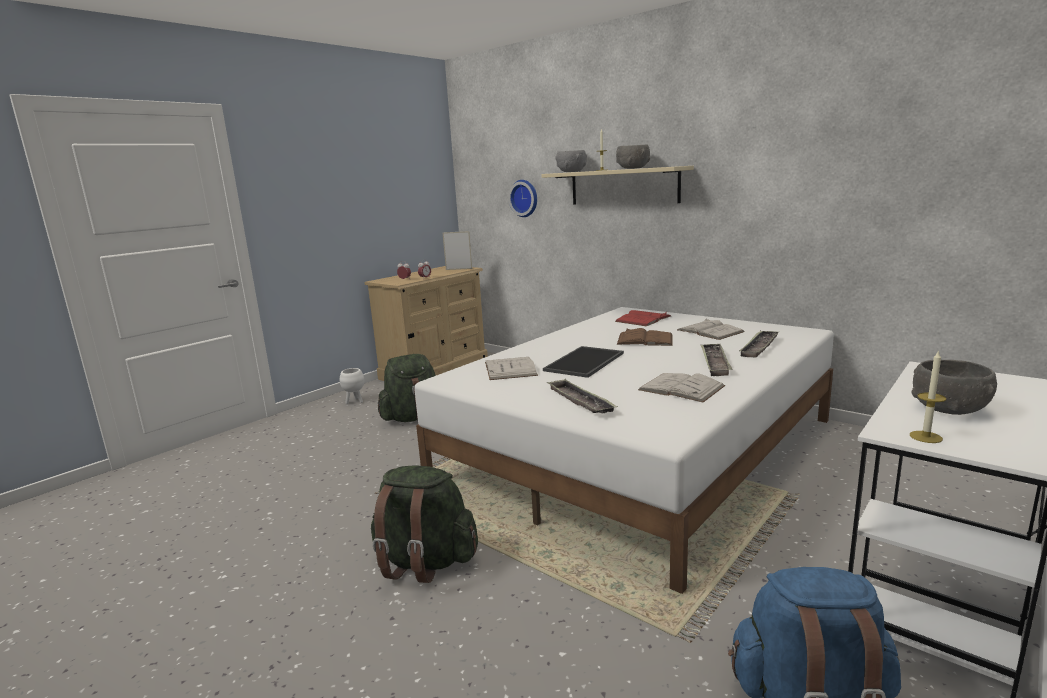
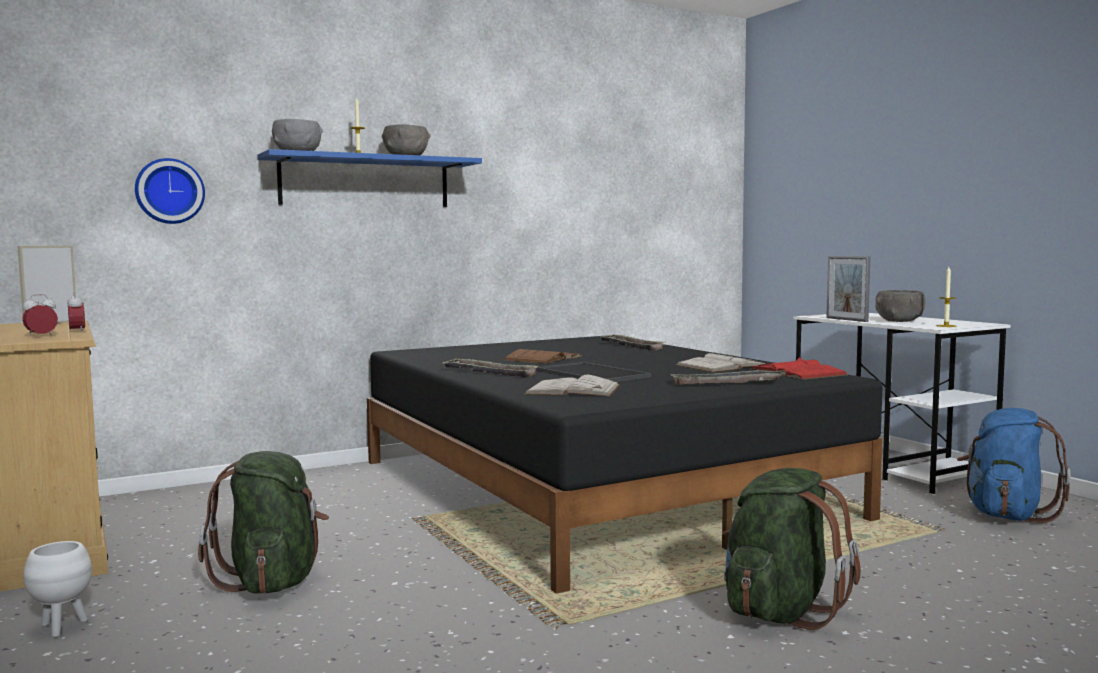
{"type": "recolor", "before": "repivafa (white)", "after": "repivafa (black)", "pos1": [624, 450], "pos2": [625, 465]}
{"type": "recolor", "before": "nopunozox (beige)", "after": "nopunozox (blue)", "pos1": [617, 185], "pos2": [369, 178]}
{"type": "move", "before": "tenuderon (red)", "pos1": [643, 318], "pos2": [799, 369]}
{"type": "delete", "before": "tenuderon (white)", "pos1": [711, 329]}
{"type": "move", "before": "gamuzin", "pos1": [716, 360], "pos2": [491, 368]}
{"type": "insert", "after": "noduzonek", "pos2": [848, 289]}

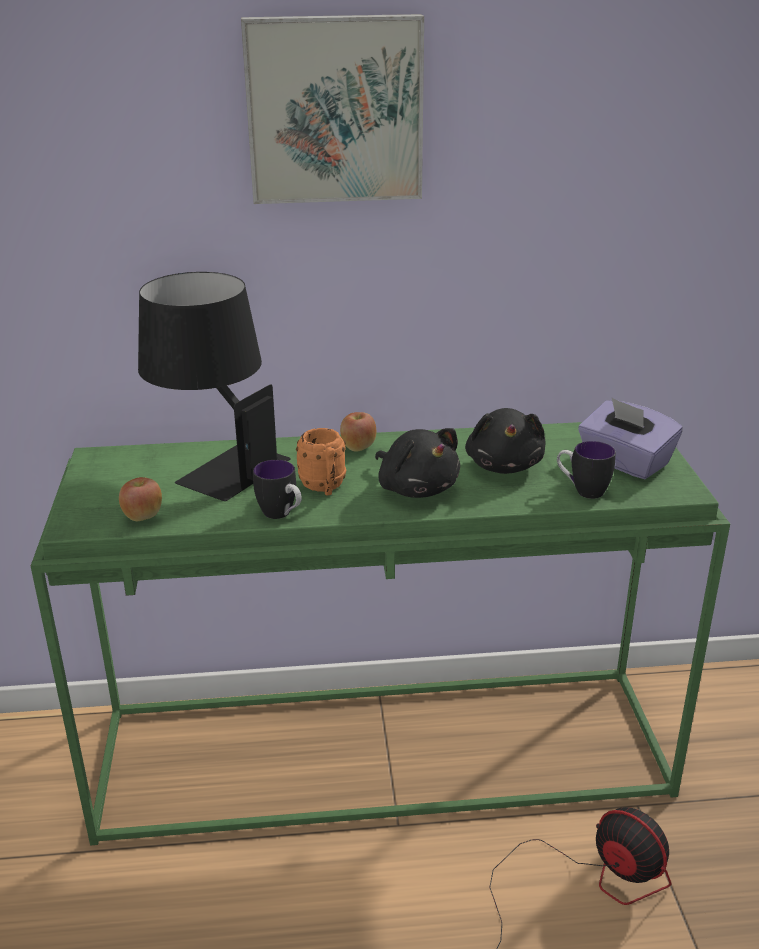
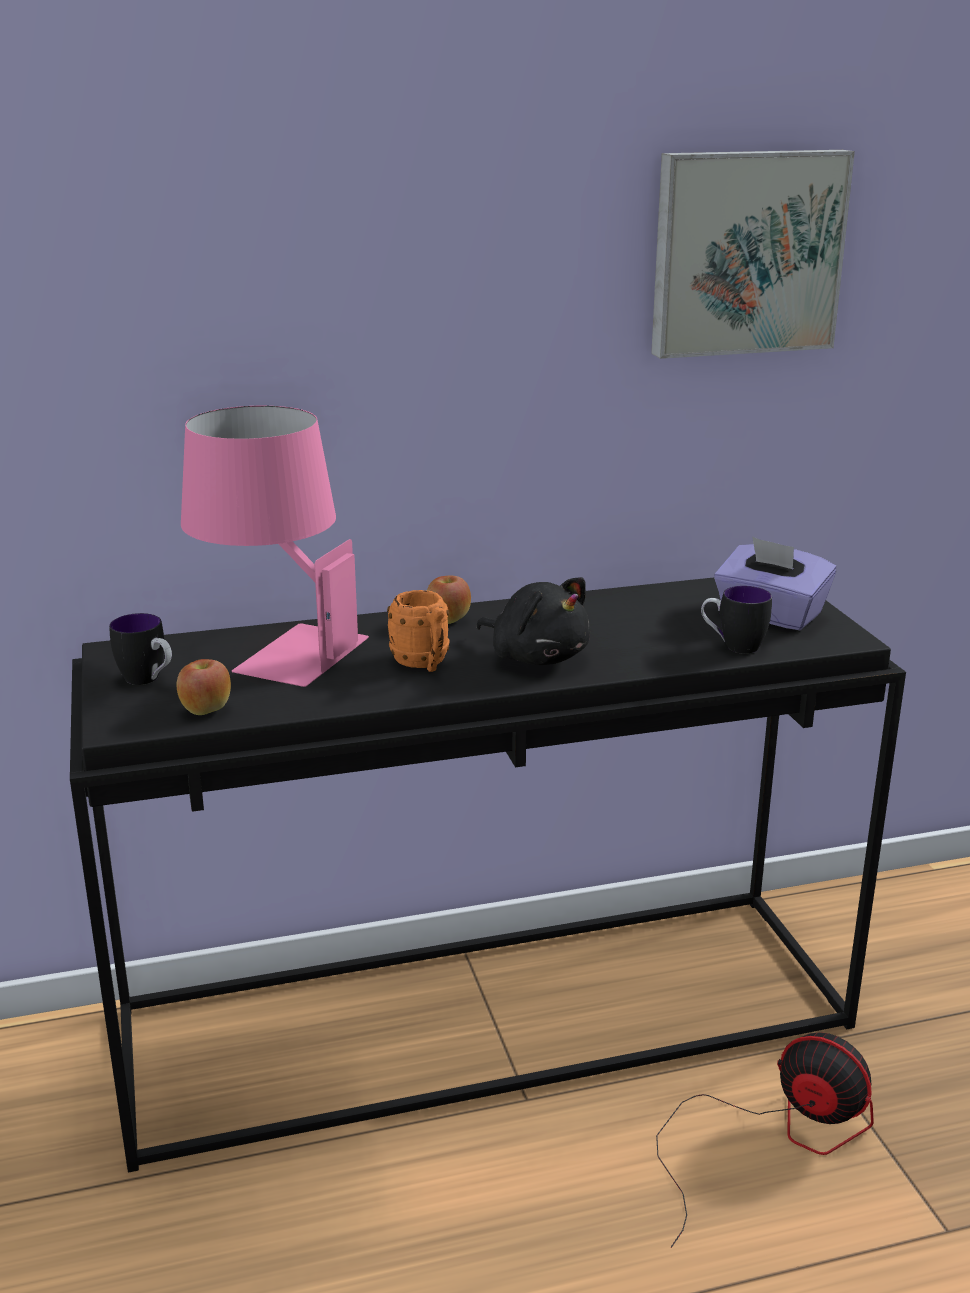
{"type": "recolor", "before": "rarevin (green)", "after": "rarevin (black)", "pos1": [380, 633], "pos2": [488, 875]}
{"type": "recolor", "before": "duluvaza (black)", "after": "duluvaza (pink)", "pos1": [214, 386], "pos2": [275, 546]}
{"type": "move", "before": "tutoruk", "pos1": [332, 109], "pos2": [753, 254]}
{"type": "move", "before": "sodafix", "pos1": [277, 489], "pos2": [140, 649]}
{"type": "delete", "before": "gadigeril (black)", "pos1": [505, 441]}

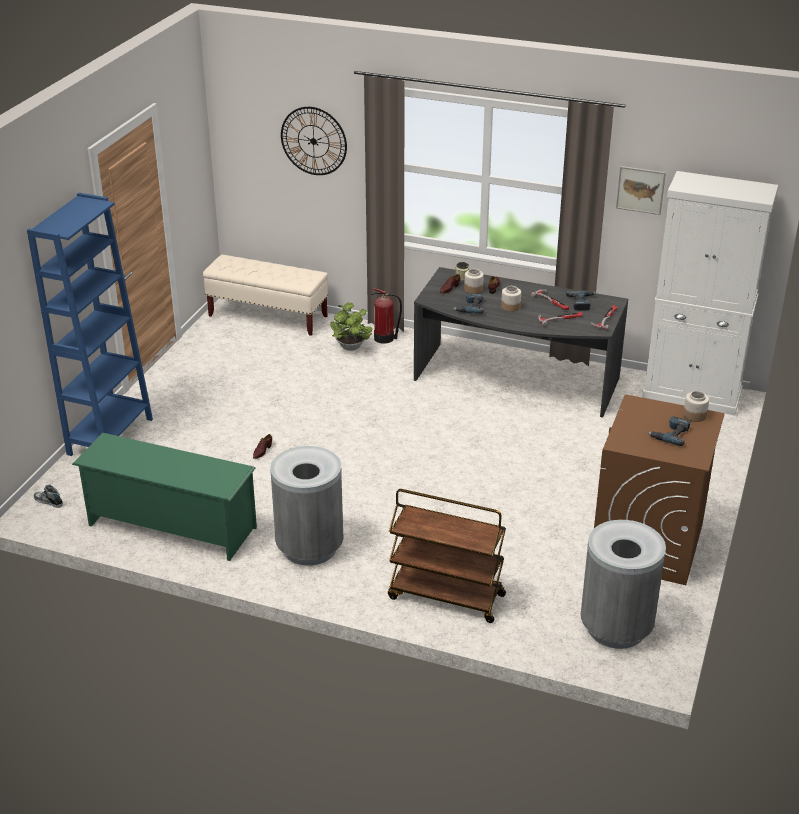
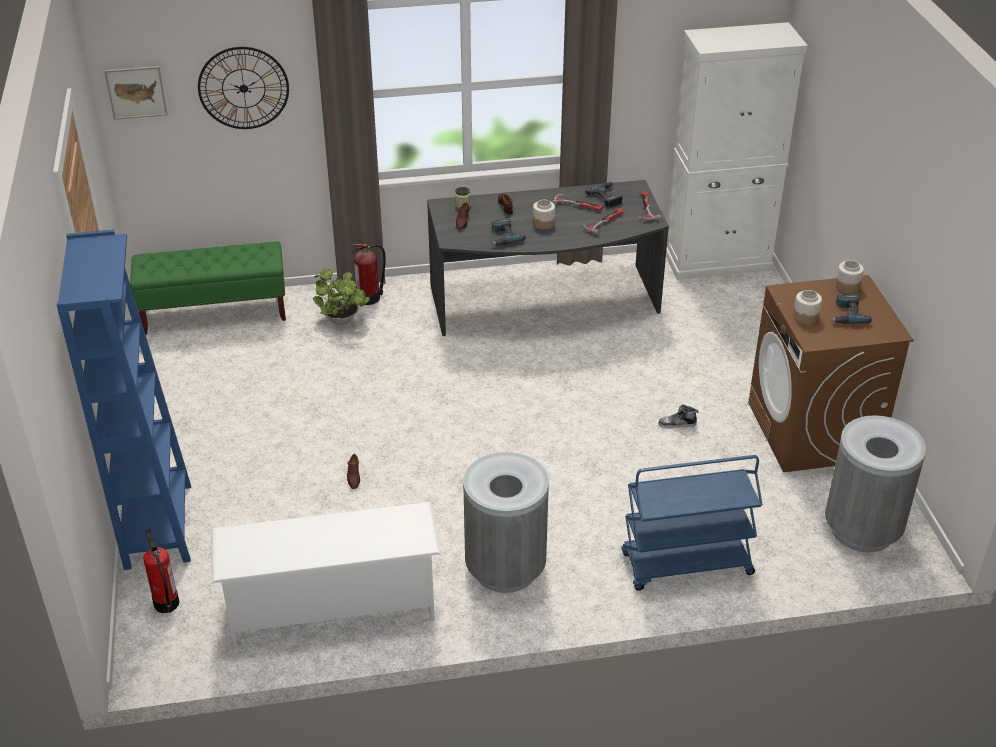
{"type": "move", "before": "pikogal", "pos1": [48, 496], "pos2": [678, 416]}
{"type": "recolor", "before": "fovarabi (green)", "after": "fovarabi (white)", "pos1": [164, 497], "pos2": [326, 574]}
{"type": "recolor", "before": "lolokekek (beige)", "after": "lolokekek (green)", "pos1": [265, 295], "pos2": [208, 288]}
{"type": "recolor", "before": "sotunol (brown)", "after": "sotunol (blue)", "pos1": [447, 556], "pos2": [691, 523]}
{"type": "move", "before": "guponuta", "pos1": [474, 281], "pos2": [807, 307]}
{"type": "move", "before": "tutoruk", "pos1": [641, 190], "pos2": [136, 93]}
{"type": "insert", "after": "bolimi", "pos2": [161, 571]}

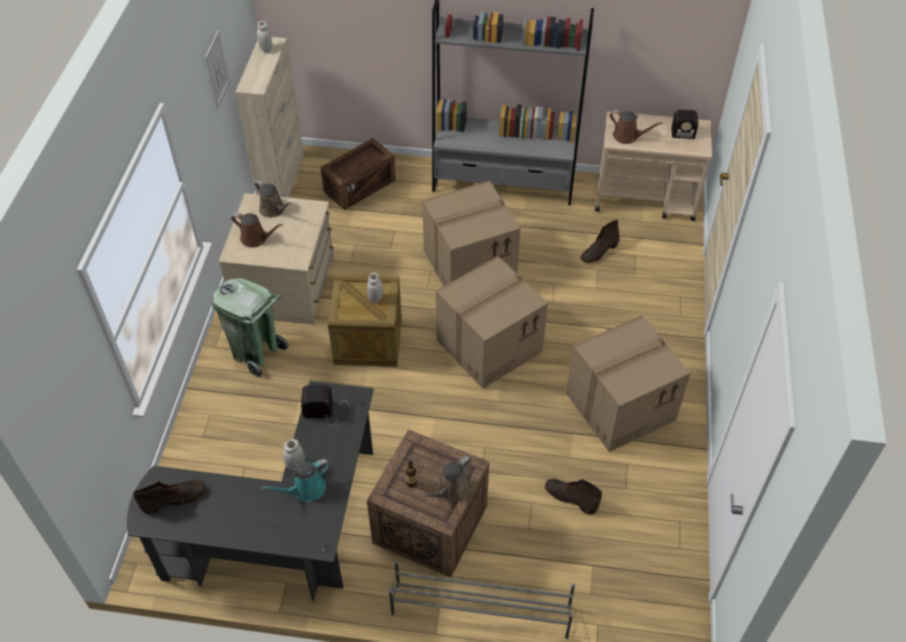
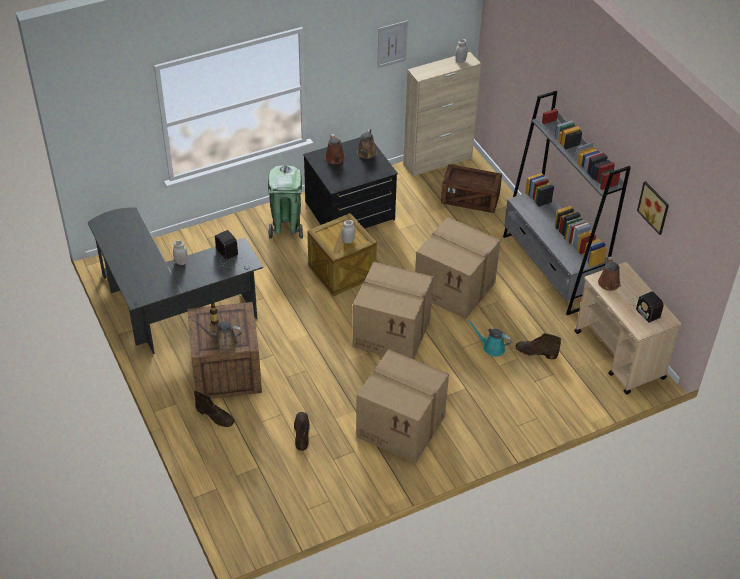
{"type": "move", "before": "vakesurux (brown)", "pos1": [169, 497], "pos2": [214, 409]}
{"type": "recolor", "before": "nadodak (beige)", "after": "nadodak (black)", "pos1": [276, 259], "pos2": [350, 182]}
{"type": "move", "before": "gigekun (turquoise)", "pos1": [295, 480], "pos2": [490, 338]}
{"type": "delete", "before": "fovarabi (grey)", "pos1": [482, 599]}
{"type": "insert", "after": "tutoruk", "pos2": [653, 208]}

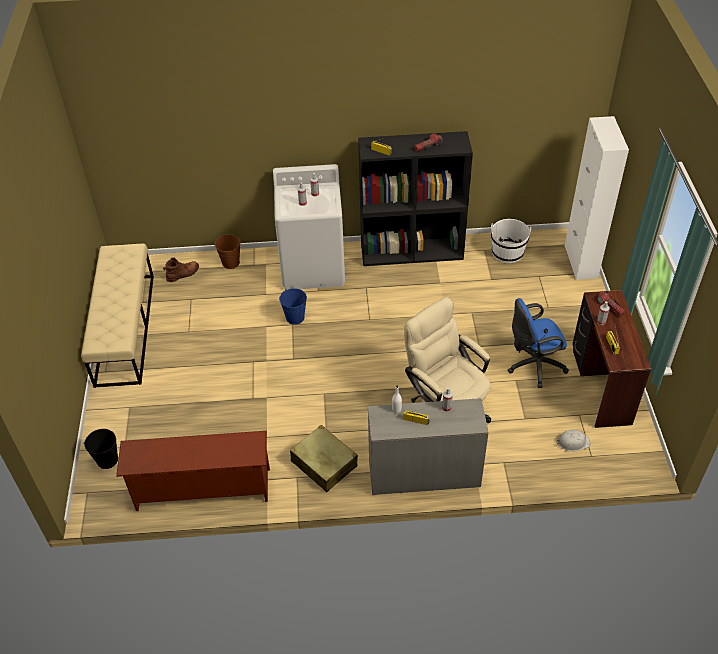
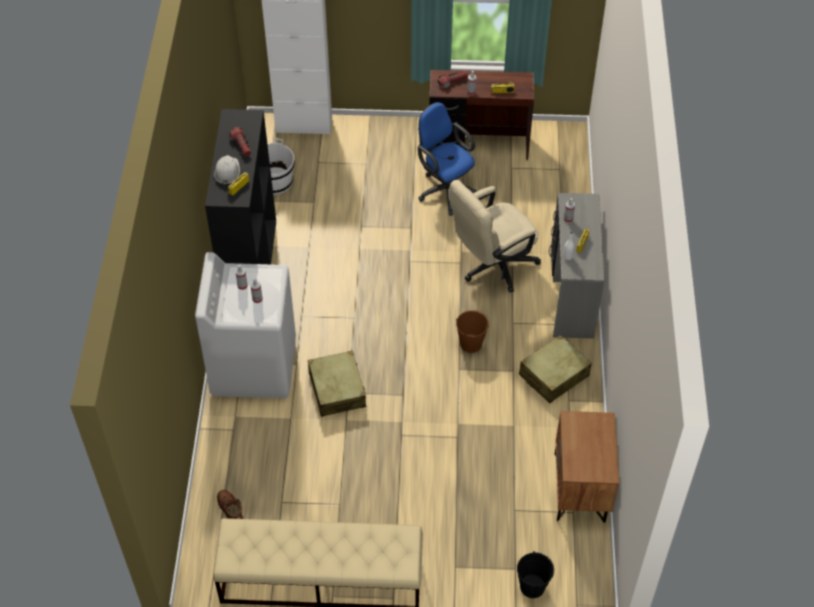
{"type": "replace", "before": "fovarabi (brown)", "after": "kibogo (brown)", "pos1": [193, 471], "pos2": [587, 467]}
{"type": "move", "before": "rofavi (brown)", "pos1": [228, 251], "pos2": [472, 331]}
{"type": "replace", "before": "rofavi (blue)", "after": "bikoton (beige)", "pos1": [293, 306], "pos2": [337, 384]}
{"type": "rotate", "before": "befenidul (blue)", "pos1": [538, 343], "pos2": [447, 159], "turn": 150}
{"type": "move", "before": "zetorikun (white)", "pos1": [573, 441], "pos2": [227, 170]}

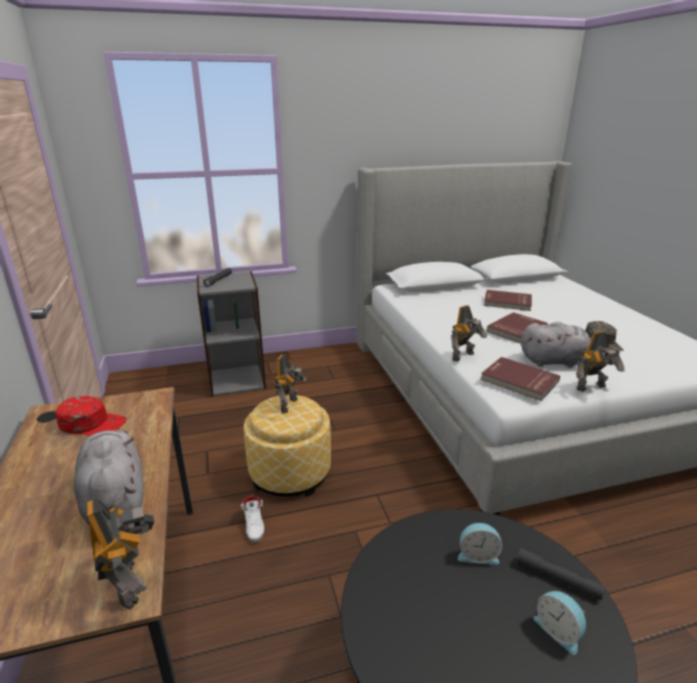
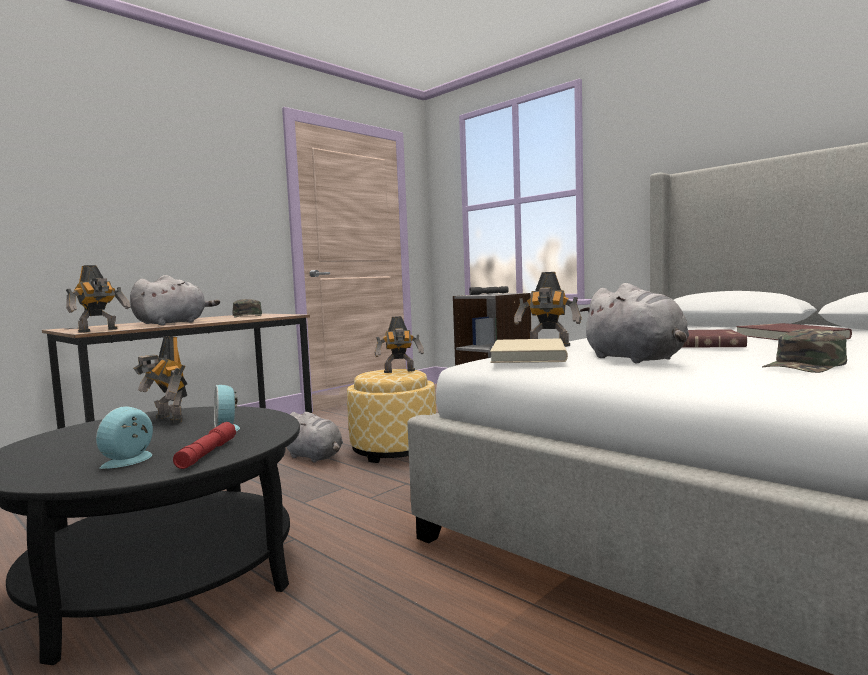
{"type": "recolor", "before": "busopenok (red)", "after": "busopenok (green)", "pos1": [91, 416], "pos2": [247, 308]}
{"type": "replace", "before": "pikogal (white)", "after": "gadigeril (grey)", "pos1": [253, 519], "pos2": [315, 437]}
{"type": "recolor", "before": "tenuderon (red)", "after": "tenuderon (beige)", "pos1": [520, 379], "pos2": [529, 350]}
{"type": "recolor", "before": "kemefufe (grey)", "after": "kemefufe (red)", "pos1": [560, 574], "pos2": [204, 445]}
{"type": "move", "before": "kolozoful", "pos1": [600, 361], "pos2": [160, 379]}

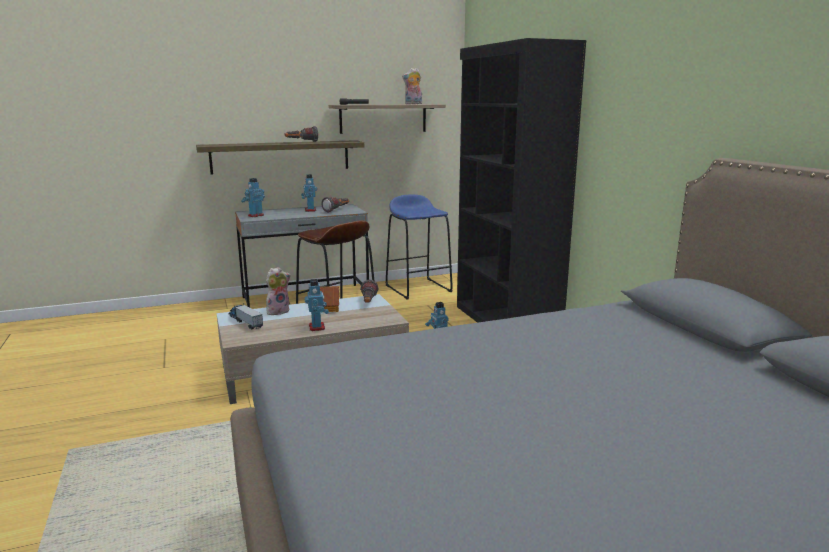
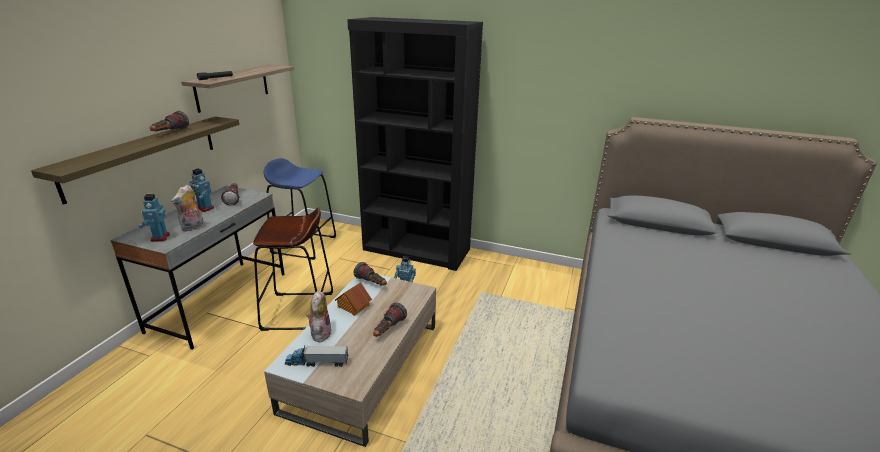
{"type": "replace", "before": "kolozoful", "after": "kemefufe", "pos1": [317, 305], "pos2": [390, 319]}
{"type": "move", "before": "gadigeril", "pos1": [412, 86], "pos2": [187, 208]}

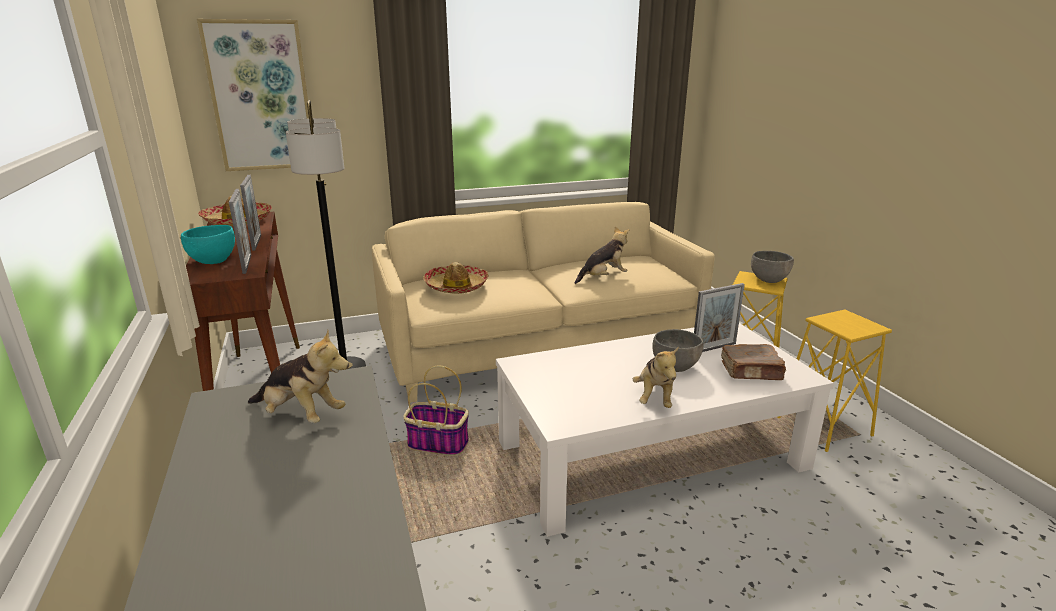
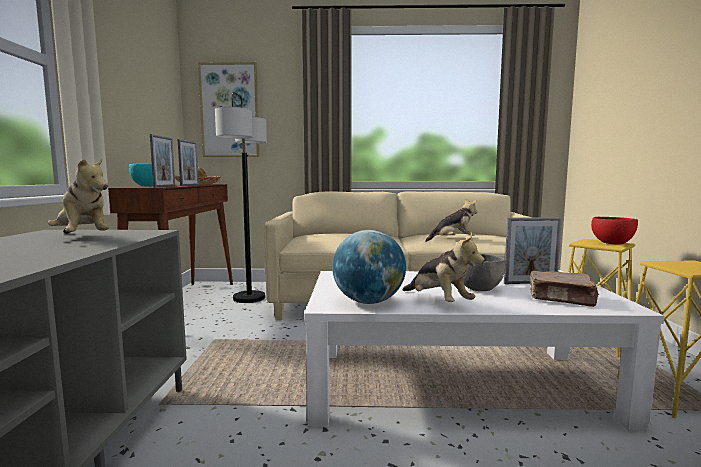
{"type": "delete", "before": "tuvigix", "pos1": [436, 410]}
{"type": "delete", "before": "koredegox", "pos1": [456, 278]}
{"type": "rotate", "before": "gadigeril", "pos1": [656, 377], "pos2": [444, 267], "turn": -60}
{"type": "recolor", "before": "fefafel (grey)", "after": "fefafel (red)", "pos1": [772, 267], "pos2": [614, 230]}
{"type": "insert", "after": "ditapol", "pos2": [369, 267]}

